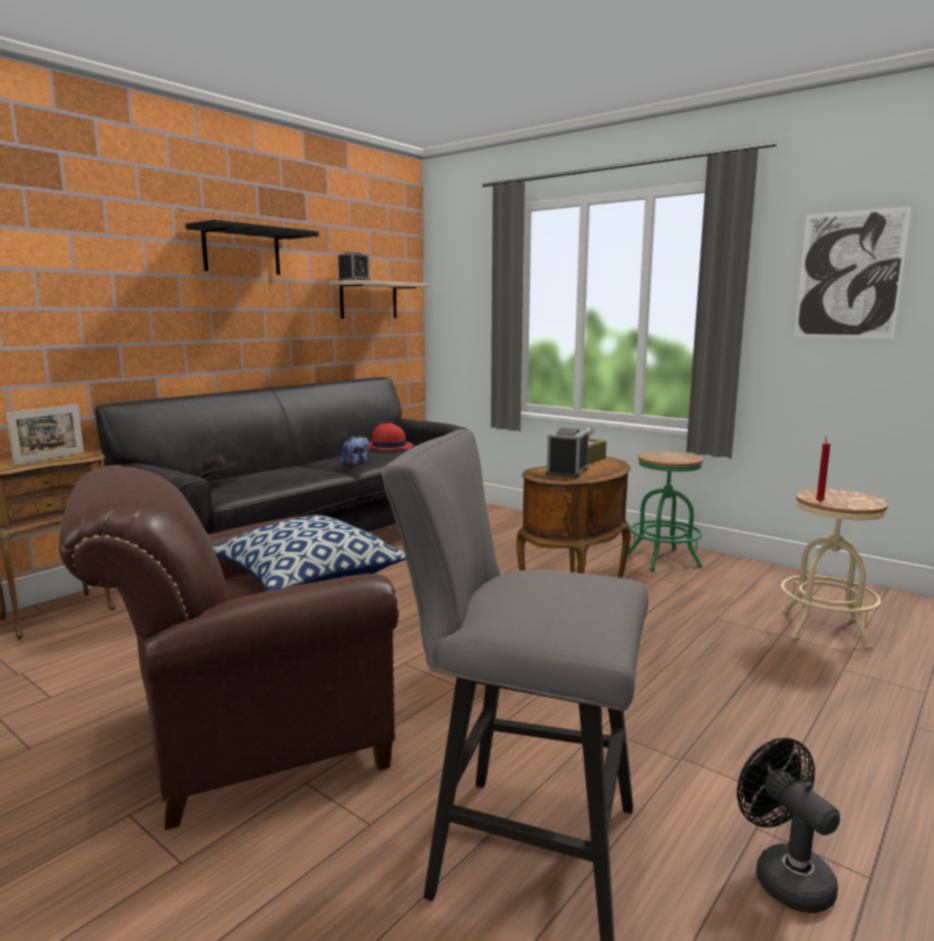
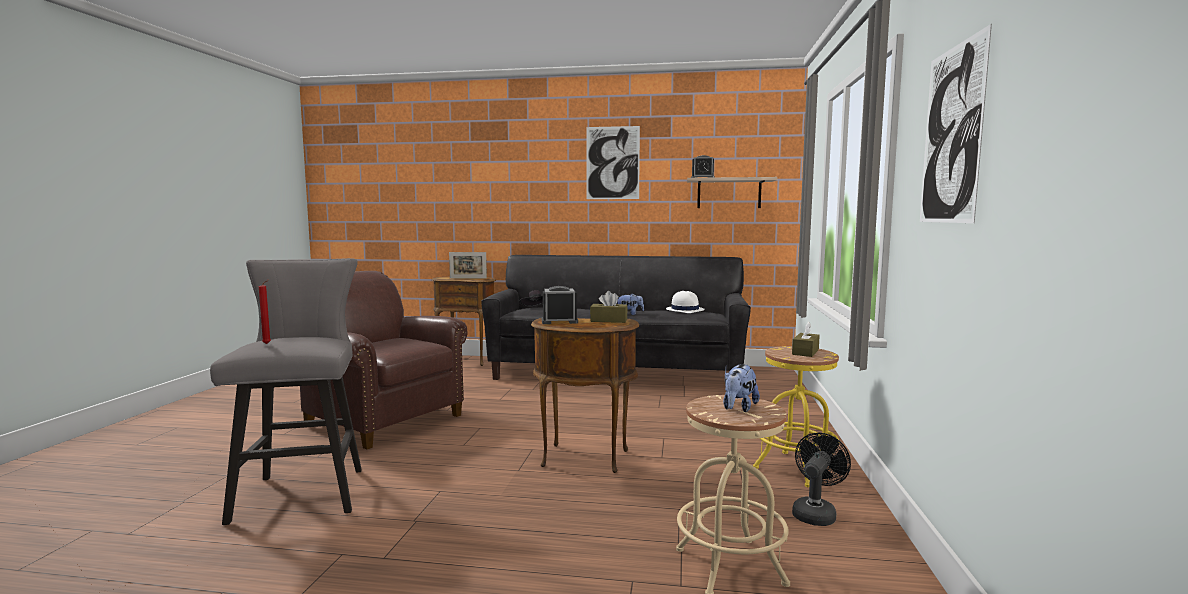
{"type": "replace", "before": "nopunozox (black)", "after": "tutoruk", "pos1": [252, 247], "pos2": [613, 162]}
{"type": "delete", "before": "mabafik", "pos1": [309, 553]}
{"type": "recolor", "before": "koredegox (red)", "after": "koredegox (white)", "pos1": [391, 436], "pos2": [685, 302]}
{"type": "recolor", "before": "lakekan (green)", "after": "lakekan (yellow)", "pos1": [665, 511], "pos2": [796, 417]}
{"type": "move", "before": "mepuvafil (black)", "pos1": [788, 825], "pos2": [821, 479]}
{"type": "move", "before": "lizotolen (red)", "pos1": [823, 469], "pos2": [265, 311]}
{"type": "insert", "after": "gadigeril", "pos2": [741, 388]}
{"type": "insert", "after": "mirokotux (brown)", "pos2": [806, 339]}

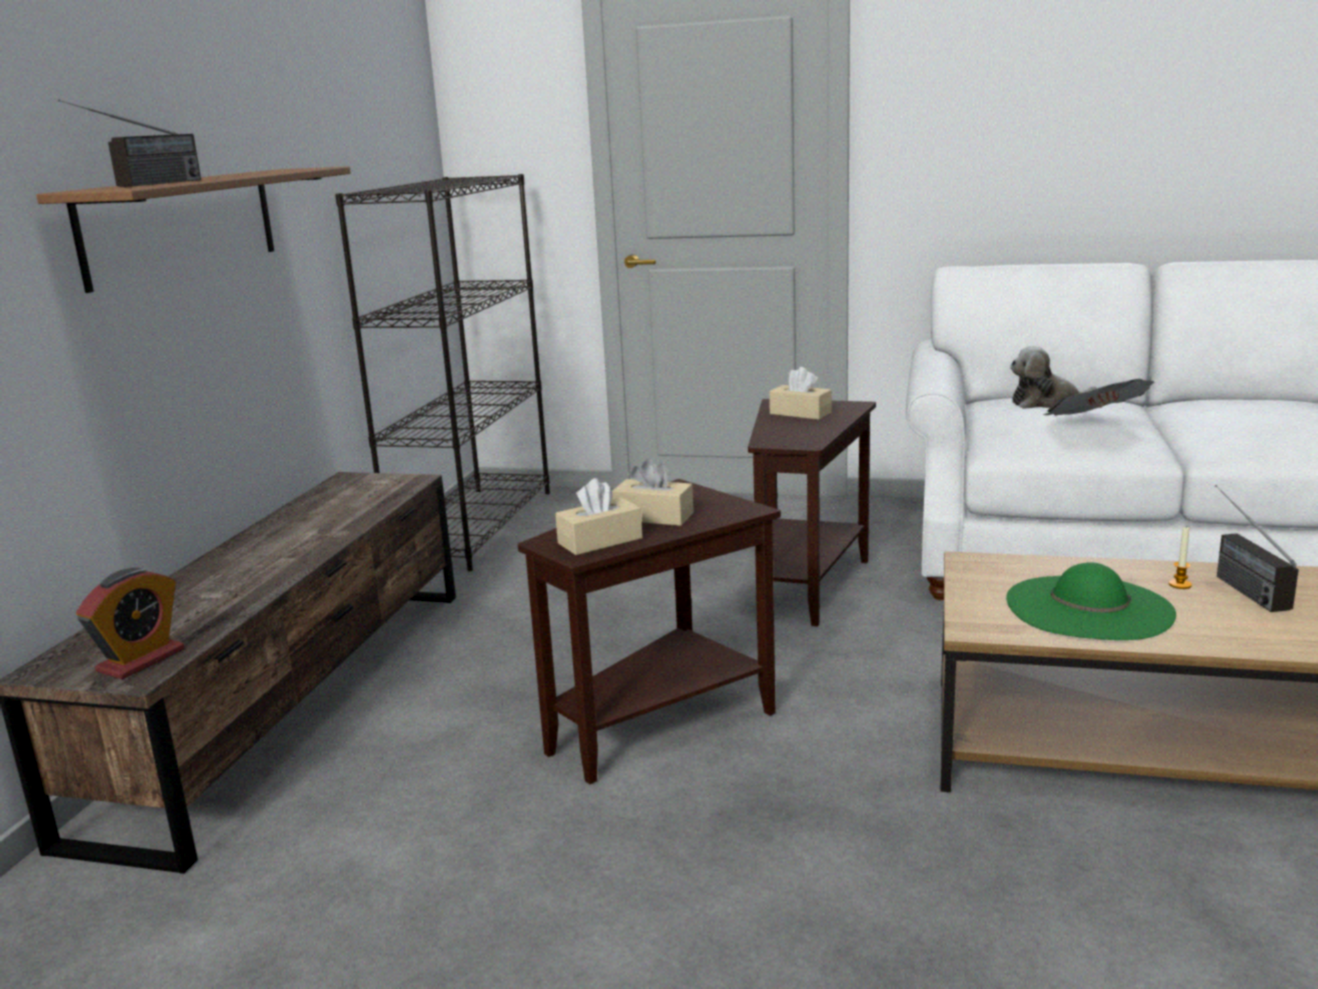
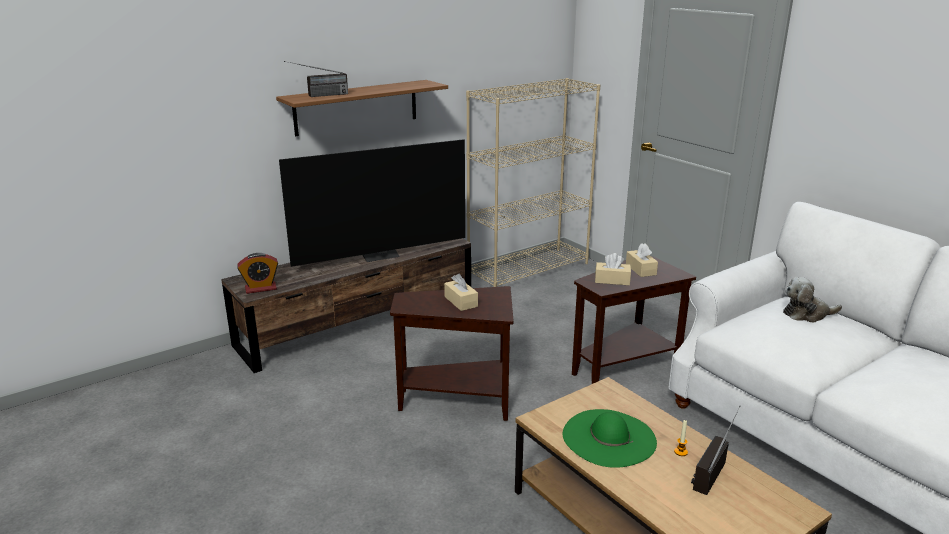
{"type": "recolor", "before": "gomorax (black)", "after": "gomorax (beige)", "pos1": [442, 372], "pos2": [533, 182]}
{"type": "move", "before": "mirokotux (beige)", "pos1": [599, 516], "pos2": [613, 269]}
{"type": "rotate", "before": "gadigeril", "pos1": [1053, 377], "pos2": [812, 299], "turn": -45}
{"type": "delete", "before": "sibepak", "pos1": [1099, 397]}
{"type": "insert", "after": "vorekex", "pos2": [372, 203]}

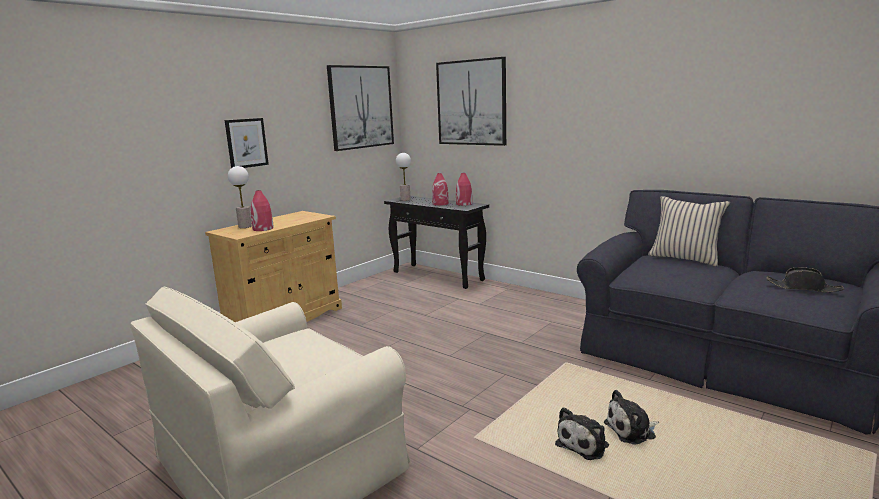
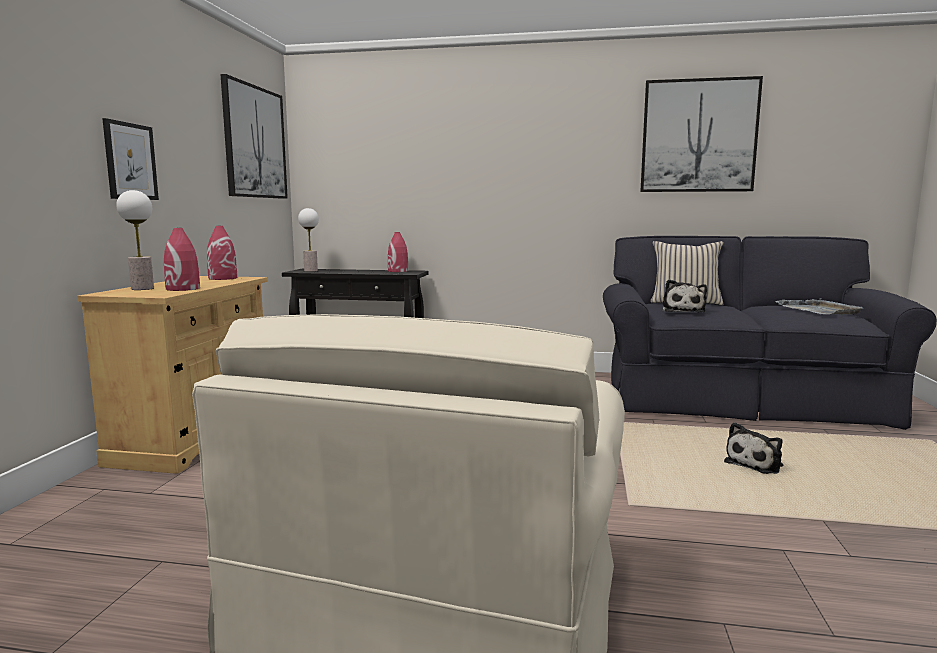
{"type": "move", "before": "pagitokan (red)", "pos1": [440, 189], "pos2": [222, 253]}
{"type": "move", "before": "tutoruk", "pos1": [471, 101], "pos2": [701, 134]}
{"type": "move", "before": "gadigeril", "pos1": [582, 433], "pos2": [685, 296]}
{"type": "replace", "before": "koredegox (black)", "after": "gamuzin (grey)", "pos1": [805, 279], "pos2": [818, 306]}

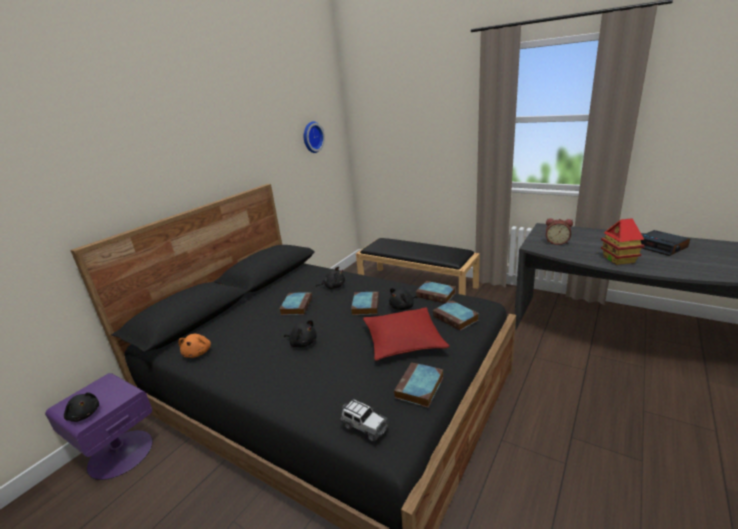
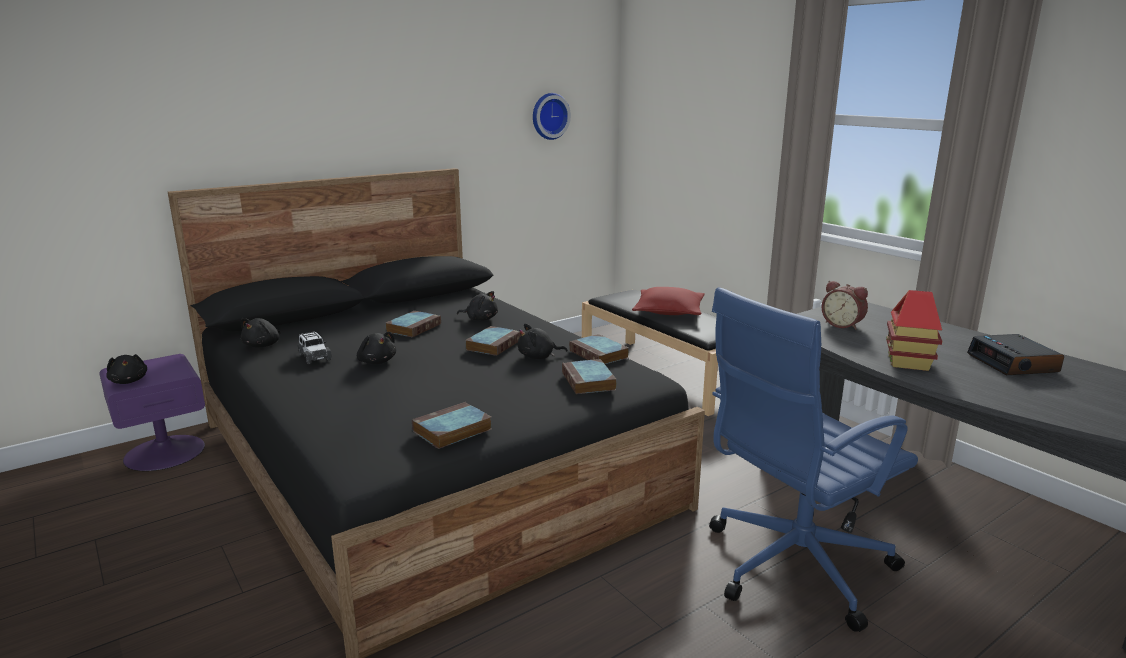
{"type": "recolor", "before": "gadigeril (orange)", "after": "gadigeril (black)", "pos1": [195, 346], "pos2": [260, 332]}
{"type": "move", "before": "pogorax", "pos1": [365, 420], "pos2": [314, 347]}
{"type": "move", "before": "mabafik (red)", "pos1": [406, 334], "pos2": [668, 301]}
{"type": "insert", "after": "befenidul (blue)", "pos2": [813, 459]}

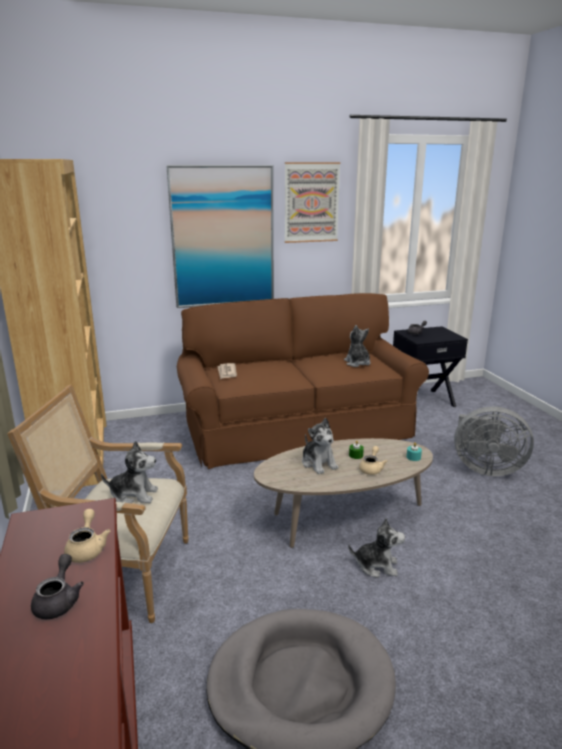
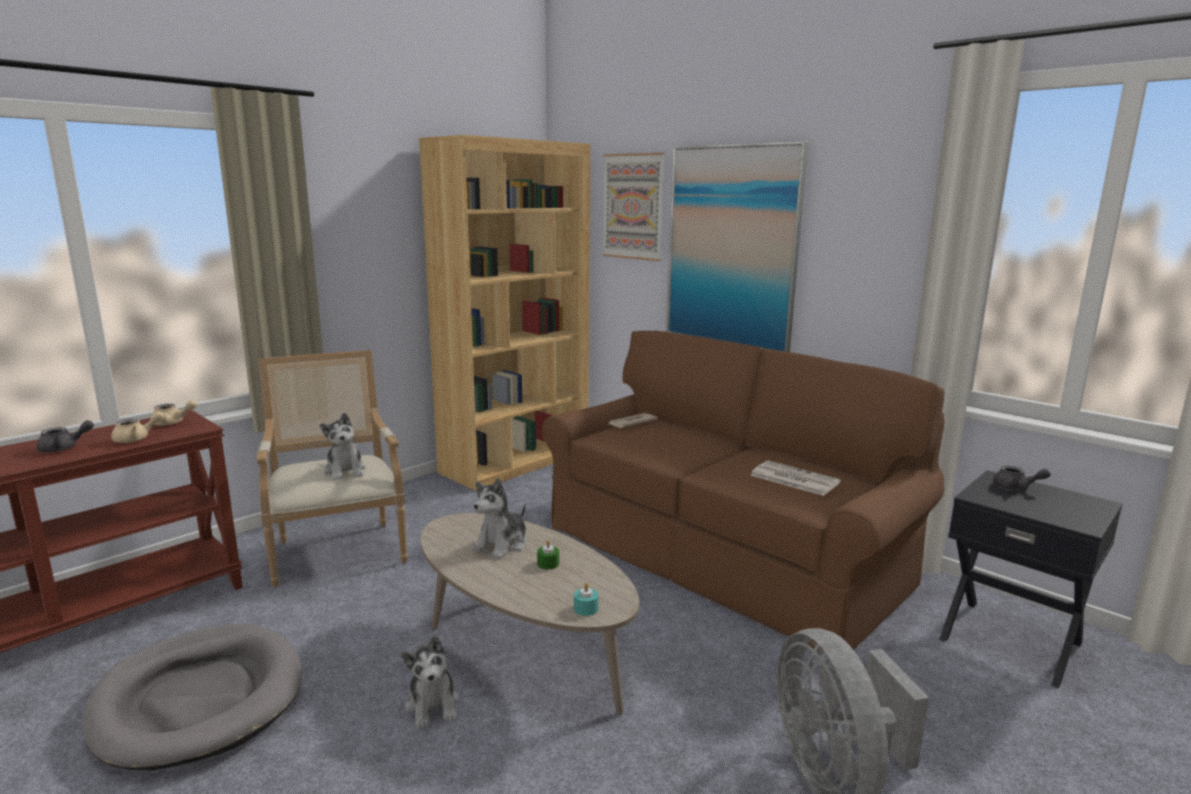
{"type": "move", "before": "tutoruk", "pos1": [312, 202], "pos2": [633, 206]}
{"type": "replace", "before": "gadigeril", "after": "sibepak", "pos1": [357, 346], "pos2": [795, 478]}
{"type": "move", "before": "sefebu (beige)", "pos1": [373, 460], "pos2": [173, 413]}

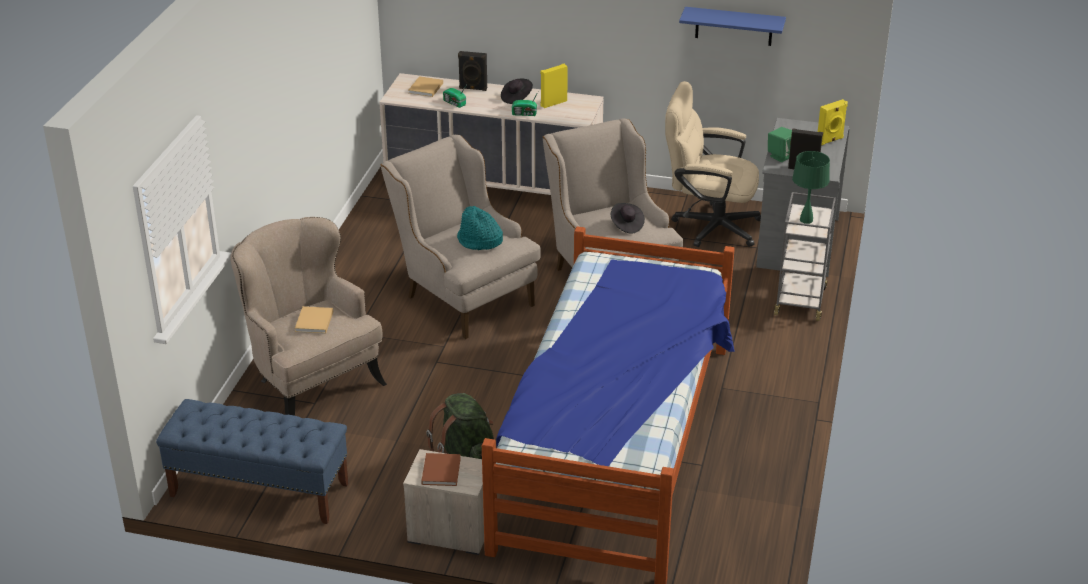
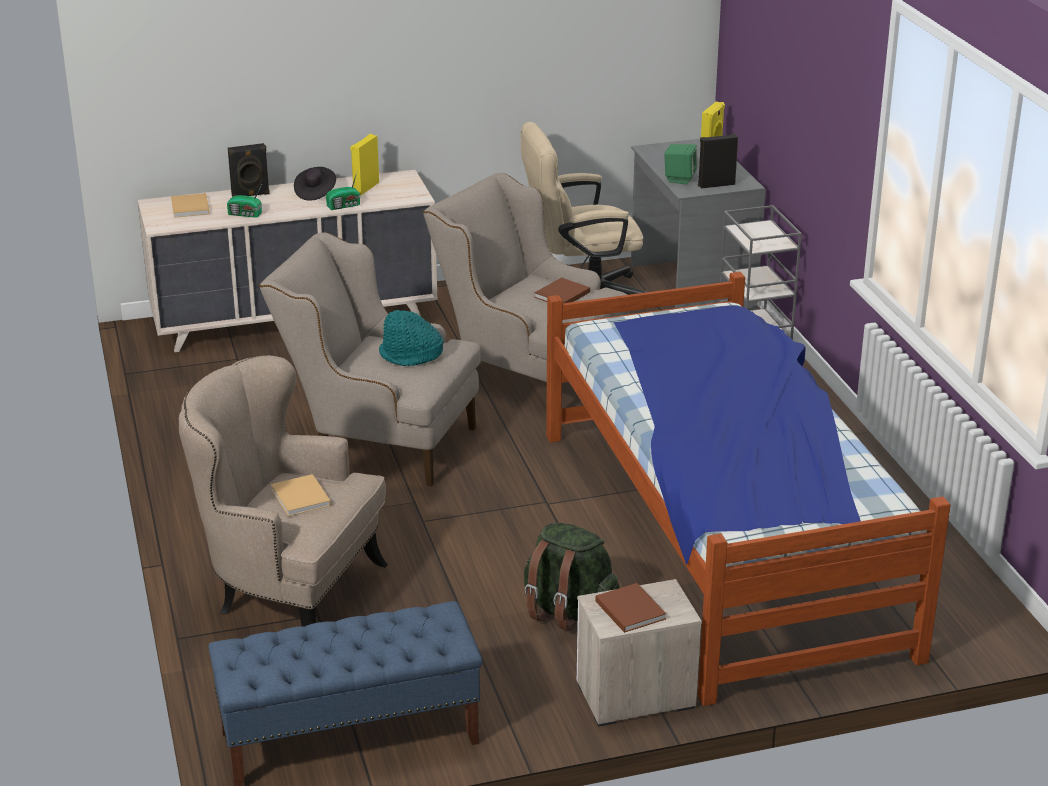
{"type": "replace", "before": "koredegox (black)", "after": "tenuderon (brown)", "pos1": [628, 218], "pos2": [562, 290]}
{"type": "delete", "before": "nopunozox (blue)", "pos1": [732, 26]}
{"type": "delete", "before": "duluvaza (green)", "pos1": [811, 187]}

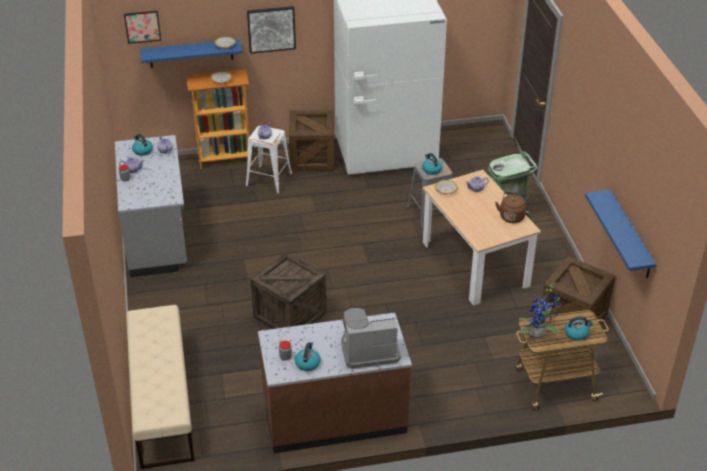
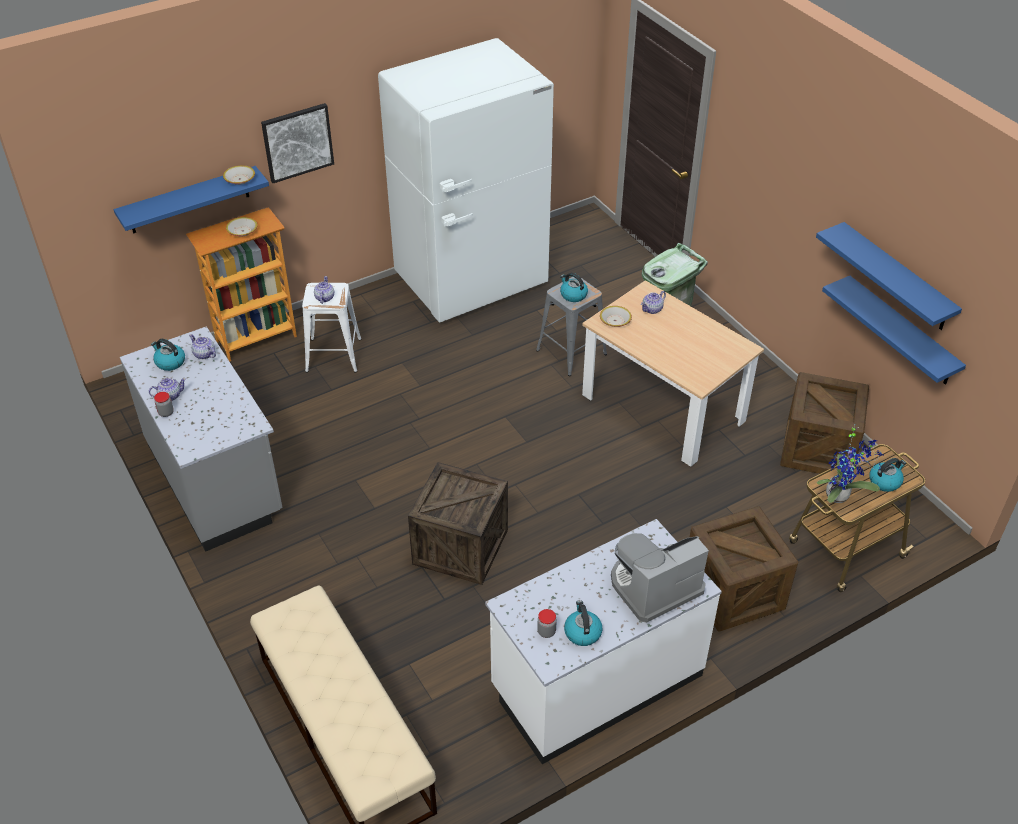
{"type": "delete", "before": "tutoruk", "pos1": [142, 27]}
{"type": "recolor", "before": "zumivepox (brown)", "after": "zumivepox (white)", "pos1": [335, 382], "pos2": [603, 641]}
{"type": "move", "before": "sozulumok", "pos1": [311, 140], "pos2": [743, 569]}
{"type": "delete", "before": "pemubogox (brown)", "pos1": [511, 207]}
{"type": "insert", "after": "nopunozox (blue)", "pos2": [889, 276]}

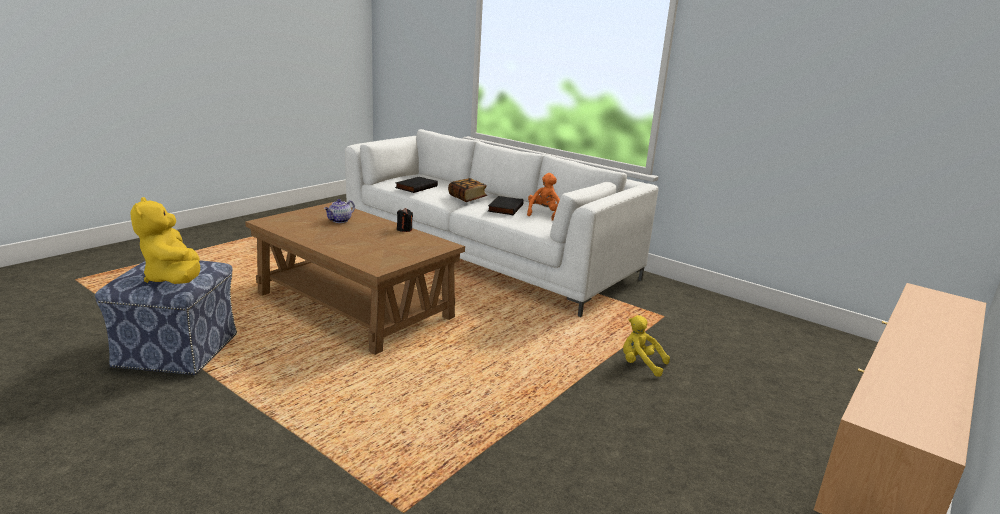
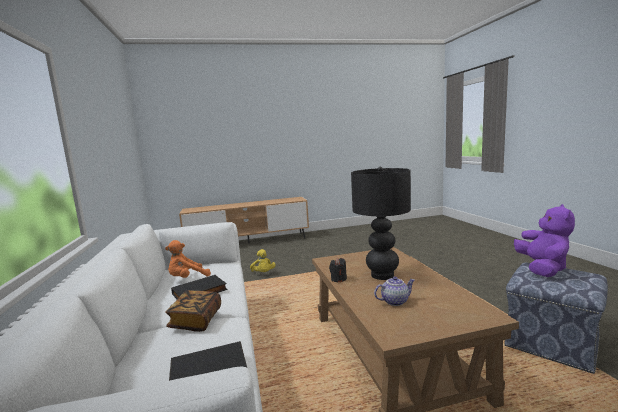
{"type": "recolor", "before": "gadigeril (yellow)", "after": "gadigeril (purple)", "pos1": [165, 240], "pos2": [544, 240]}
{"type": "insert", "after": "duluvaza (black)", "pos2": [381, 223]}

